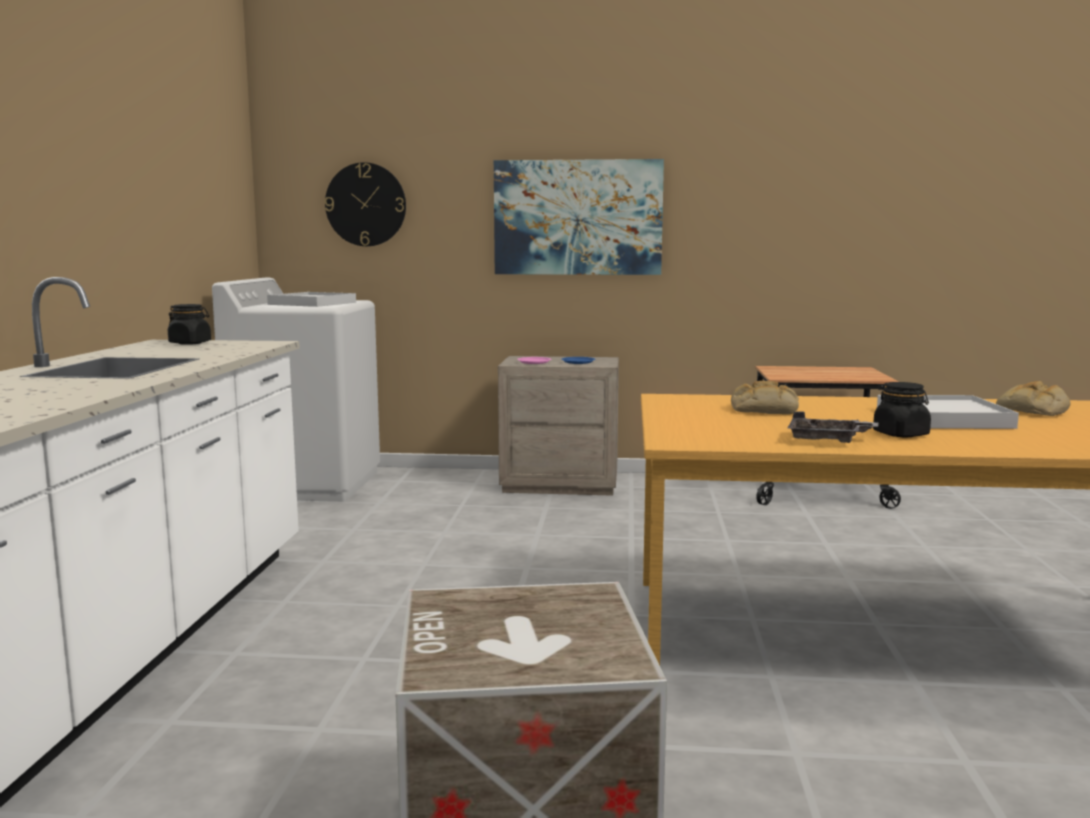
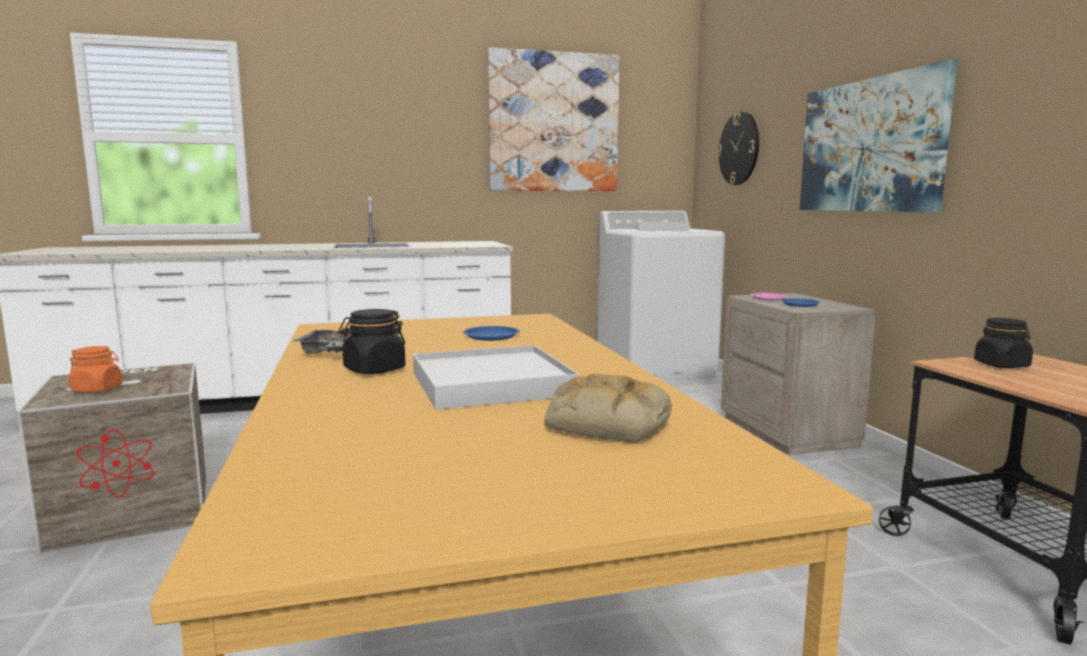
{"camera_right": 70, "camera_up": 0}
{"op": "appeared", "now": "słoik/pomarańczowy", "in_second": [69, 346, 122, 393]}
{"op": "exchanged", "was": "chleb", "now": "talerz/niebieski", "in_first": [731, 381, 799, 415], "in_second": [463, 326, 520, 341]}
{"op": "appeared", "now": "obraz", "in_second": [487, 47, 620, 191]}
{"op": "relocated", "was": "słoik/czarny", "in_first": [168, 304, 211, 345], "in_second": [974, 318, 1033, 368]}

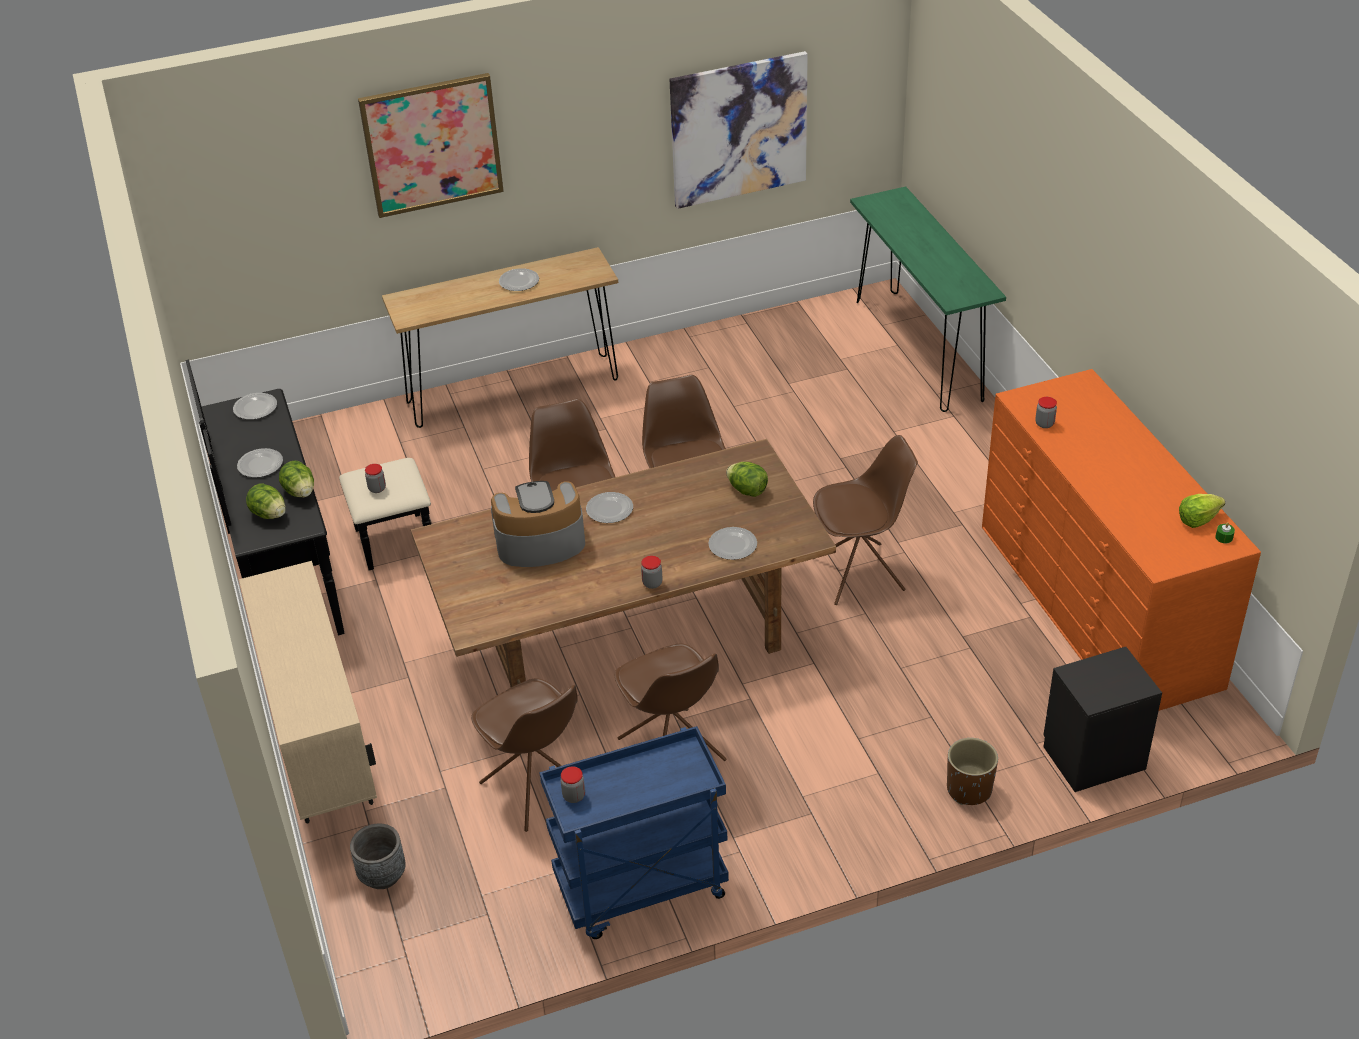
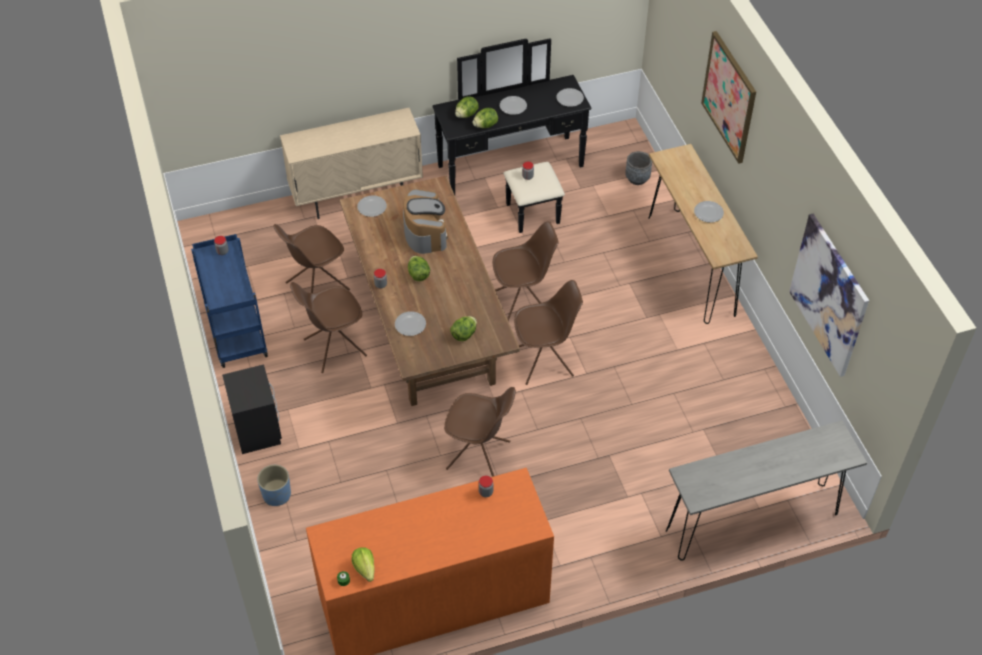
{"camera_right": 90, "camera_up": 10}
{"op": "relocated", "was": "szafka nocna/czarny", "in_first": [1043, 647, 1162, 792], "in_second": [222, 364, 282, 454]}
{"op": "colour", "was": "donica/brązowy", "now": "donica/niebieski", "in_first": [947, 738, 998, 805], "in_second": [257, 465, 291, 506]}
{"op": "relocated", "was": "talerz", "in_first": [586, 492, 633, 523], "in_second": [357, 195, 387, 217]}
{"op": "appeared", "now": "sałata", "in_second": [408, 256, 430, 281]}
{"op": "spun", "was": "krzesło/brązowy", "in_first": [813, 435, 918, 605], "in_second": [444, 387, 516, 477], "clockwise": -60}
{"op": "relocated", "was": "donica/szary", "in_first": [350, 824, 406, 889], "in_second": [625, 151, 652, 185]}
{"op": "colour", "was": "stolik konsolowy/zielony", "now": "stolik konsolowy/szary", "in_first": [850, 186, 1006, 412], "in_second": [666, 420, 867, 561]}

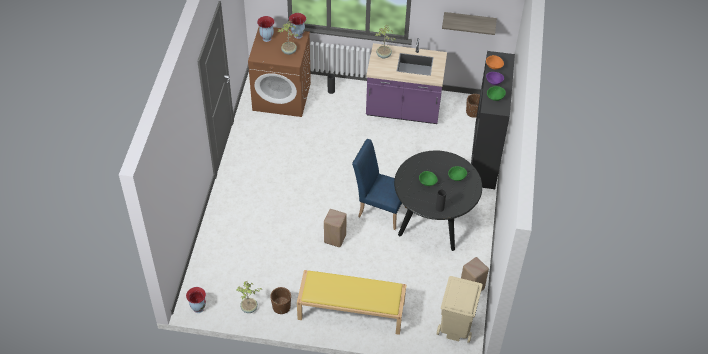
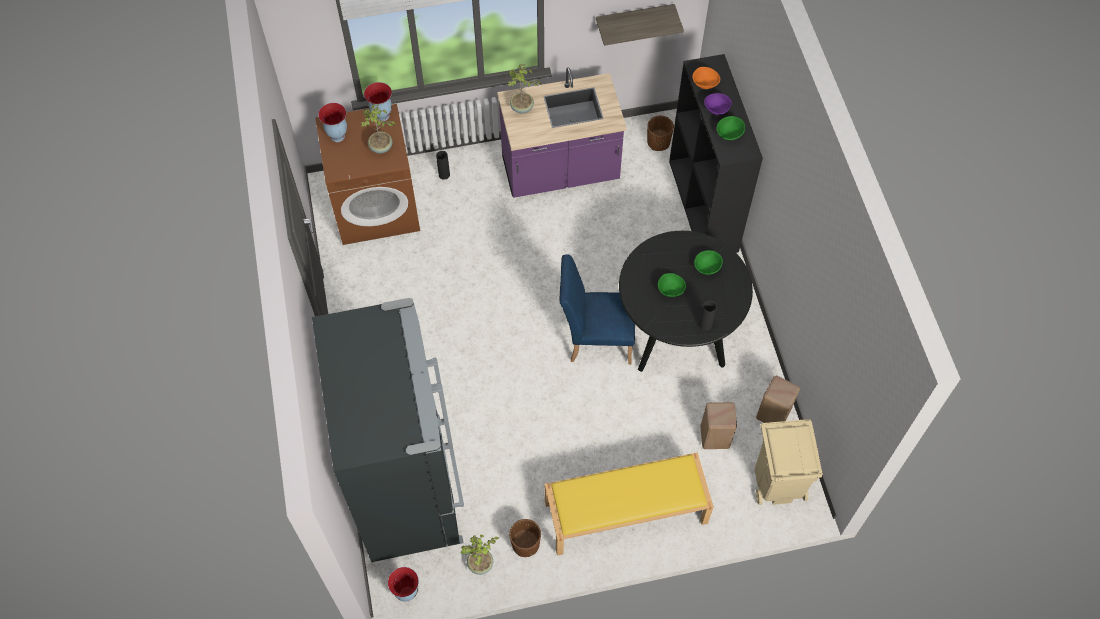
{"camera_right": -20, "camera_up": 10}
{"op": "appeared", "now": "lodówka/czarny", "in_second": [312, 298, 464, 562]}
{"op": "relocated", "was": "stołek/beżowy", "in_first": [324, 209, 347, 247], "in_second": [700, 402, 737, 449]}

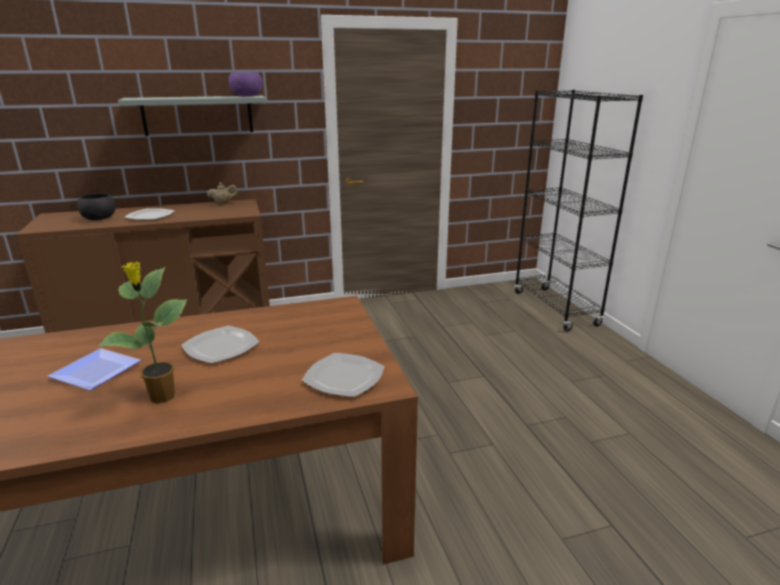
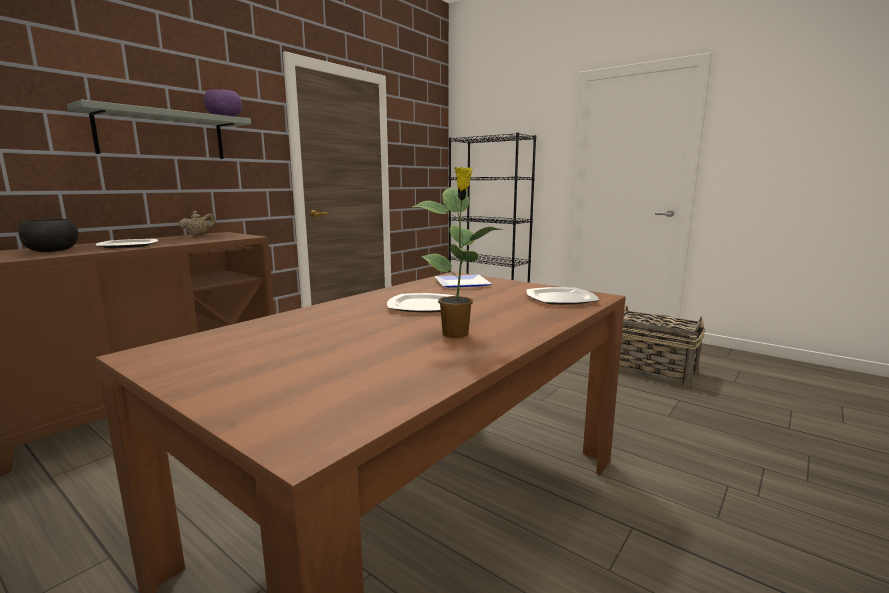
{"camera_right": -35, "camera_up": -10}
{"op": "relocated", "was": "talerz", "in_first": [48, 348, 141, 391], "in_second": [435, 275, 492, 288]}
{"op": "appeared", "now": "koszyk", "in_second": [619, 305, 706, 387]}

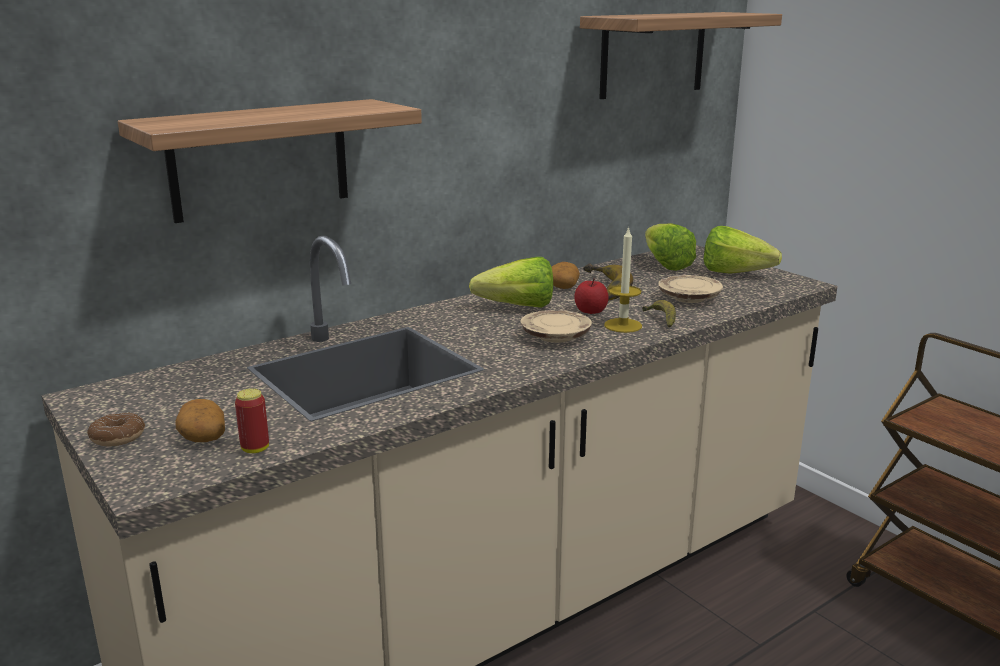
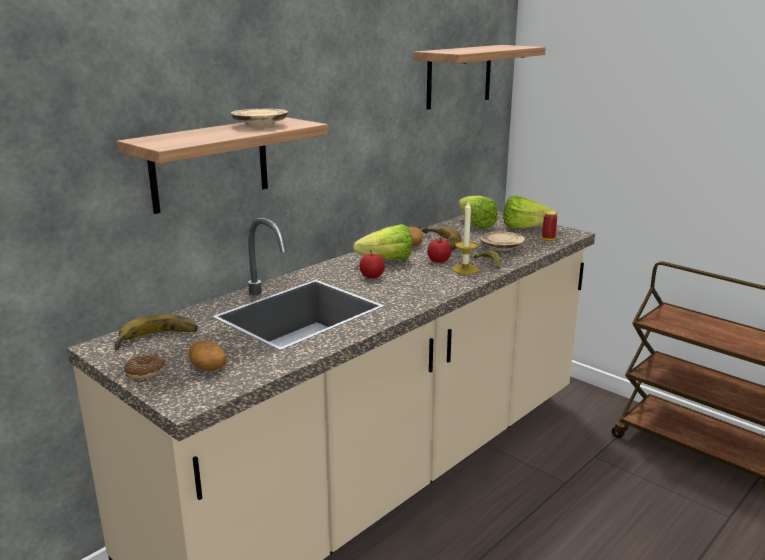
{"camera_right": -10, "camera_up": 0}
{"op": "appeared", "now": "banan", "in_second": [114, 314, 198, 351]}
{"op": "relocated", "was": "talerz/beżowy", "in_first": [520, 310, 592, 343], "in_second": [231, 108, 288, 127]}
{"op": "appeared", "now": "jabłko", "in_second": [360, 250, 385, 278]}
{"op": "relocated", "was": "puszka", "in_first": [235, 388, 269, 453], "in_second": [542, 211, 557, 241]}

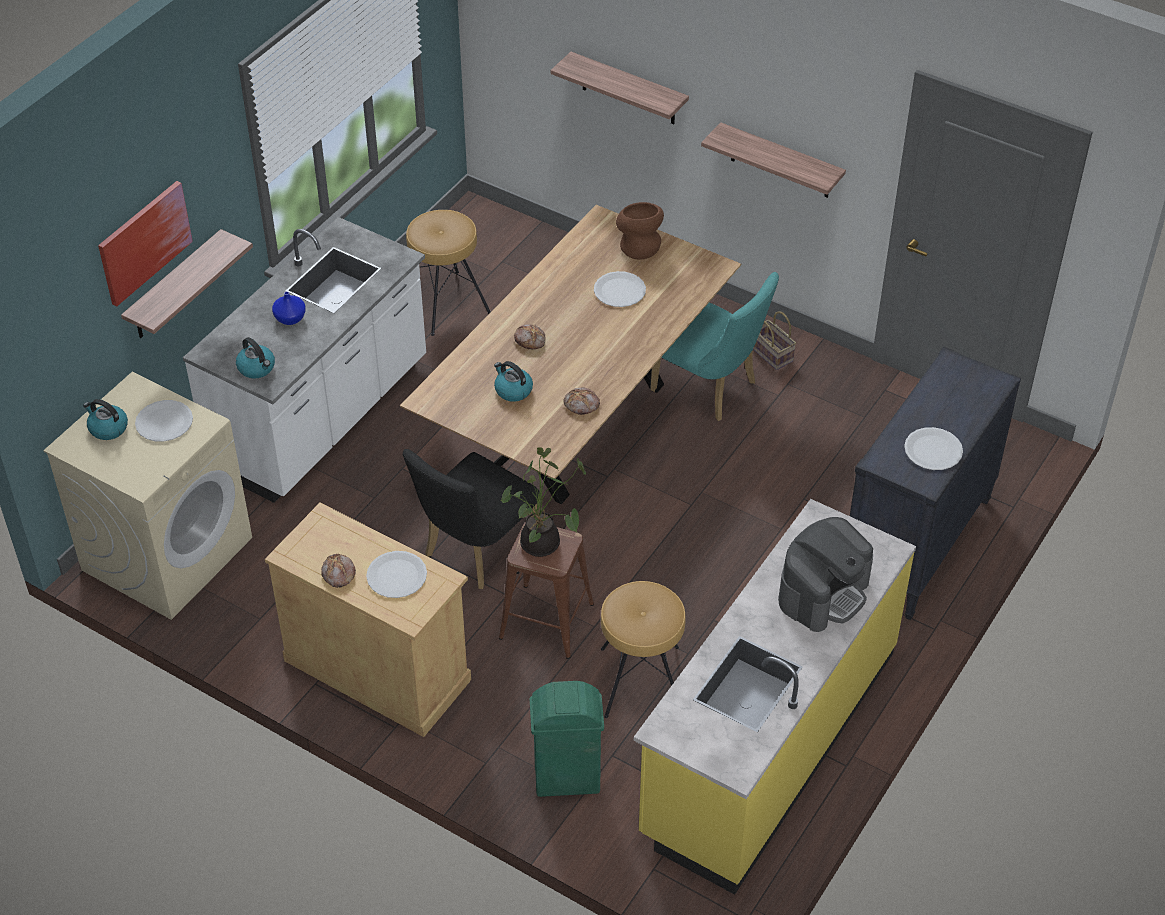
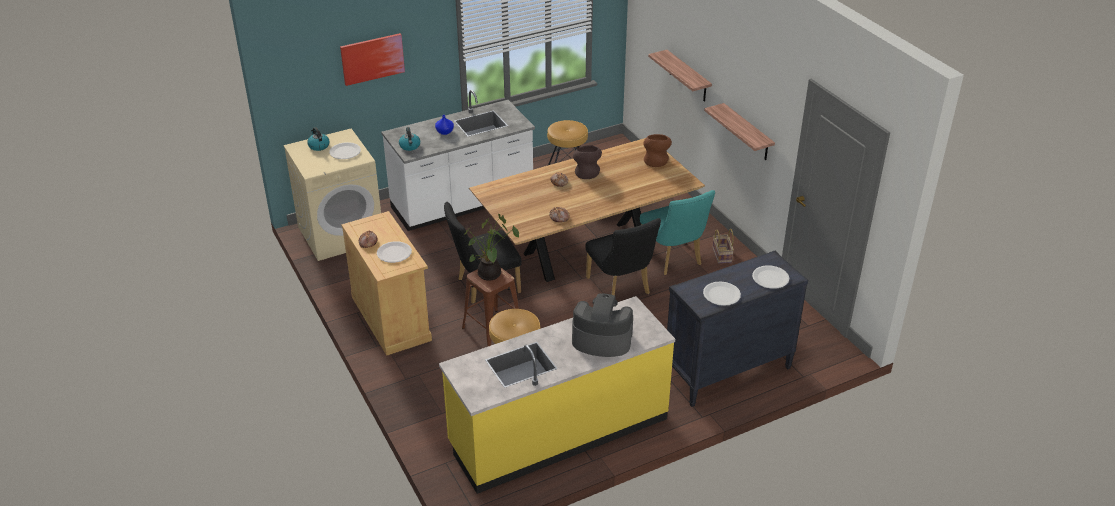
{"camera_right": 30, "camera_up": -10}
{"op": "spun", "was": "ekspres do kawy", "in_first": [778, 517, 873, 632], "in_second": [572, 293, 633, 357], "clockwise": -150}
{"op": "appeared", "now": "wazon/brązowy", "in_second": [573, 145, 602, 179]}
{"op": "appeared", "now": "krzesło/czarny", "in_second": [585, 218, 661, 296]}
{"op": "relocated", "was": "talerz/biały", "in_first": [594, 271, 646, 307], "in_second": [752, 265, 789, 289]}
{"op": "missing", "was": "półka", "in_first": [121, 229, 253, 338]}
{"op": "missing", "was": "czajnik", "in_first": [494, 361, 533, 402]}
{"op": "missing", "was": "kosz na śmieci/zielony", "in_first": [530, 681, 604, 797]}

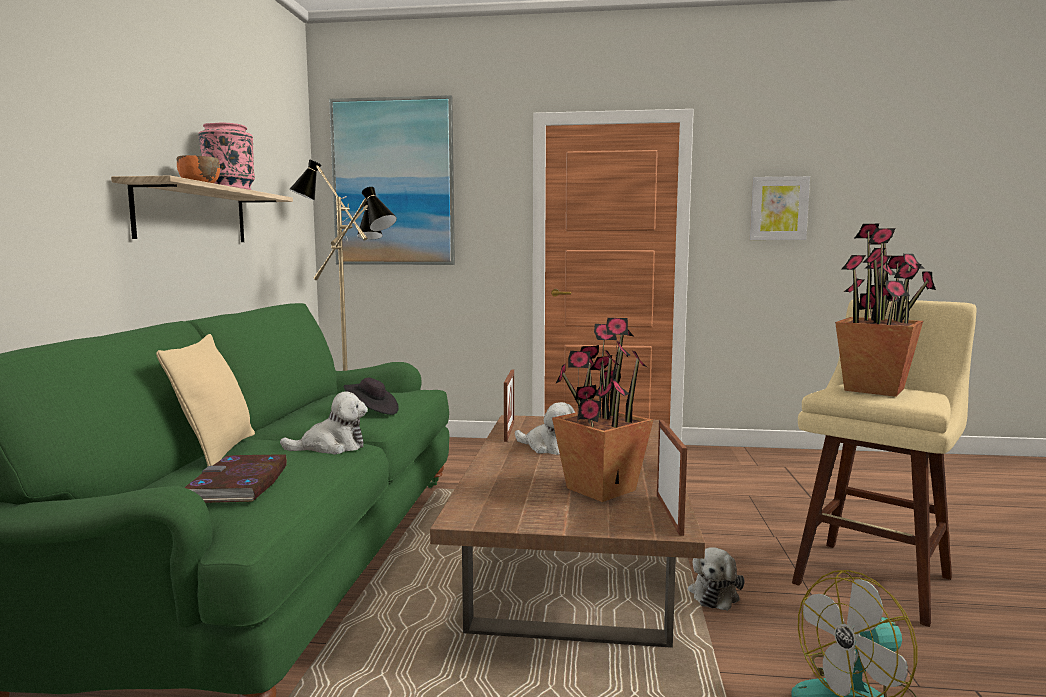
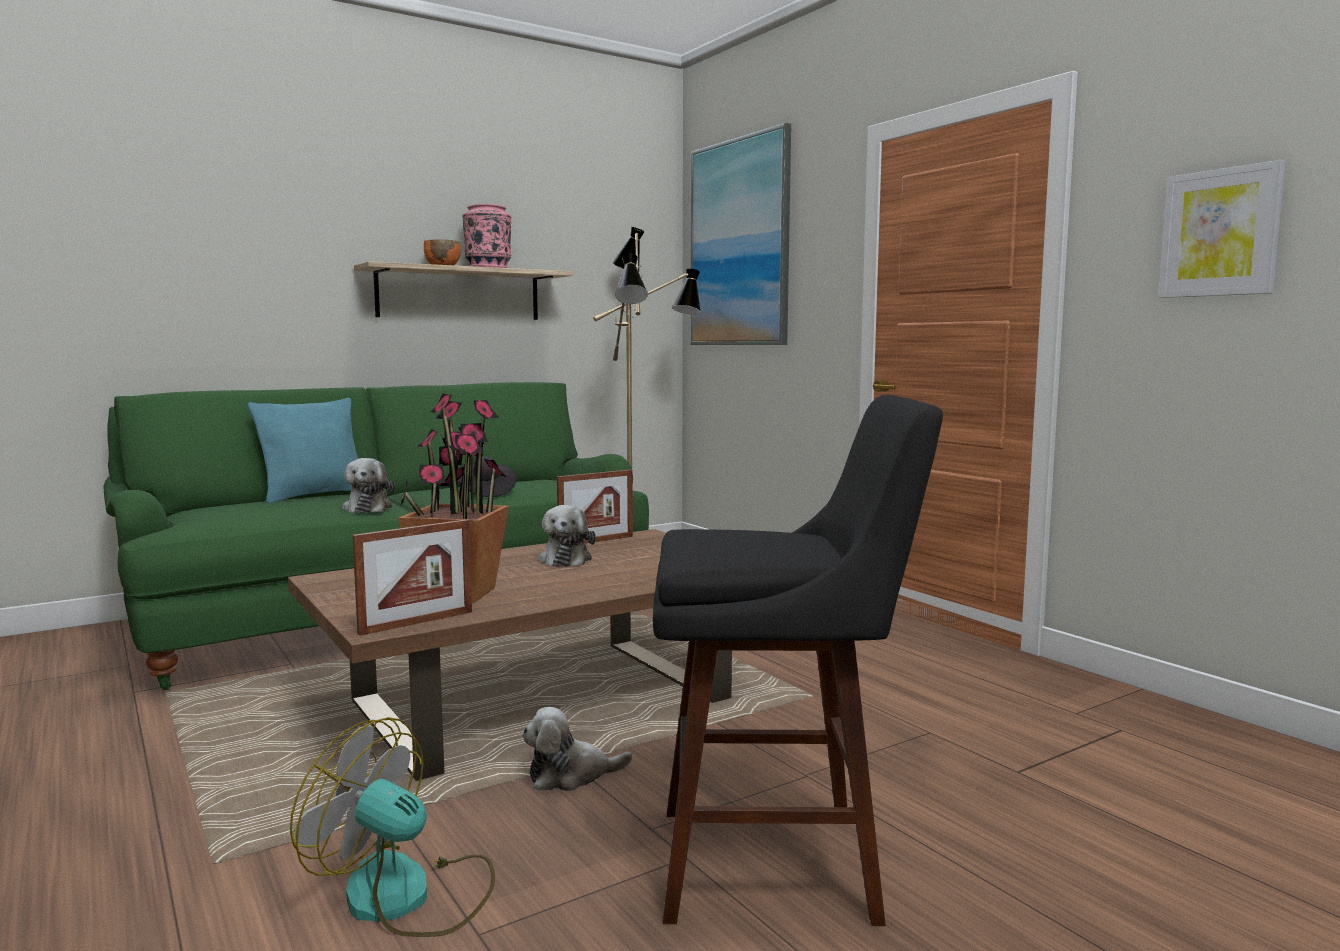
{"camera_right": 50, "camera_up": 0}
{"op": "colour", "was": "poduszka/beżowy", "now": "poduszka/turkusowy", "in_first": [156, 334, 255, 466], "in_second": [248, 398, 358, 503]}
{"op": "spun", "was": "pluszak", "in_first": [280, 392, 368, 455], "in_second": [342, 458, 395, 513], "clockwise": 45}
{"op": "colour", "was": "stołek/beżowy", "now": "stołek/czarny", "in_first": [792, 298, 976, 627], "in_second": [653, 395, 943, 926]}
{"op": "missing", "was": "książka", "in_first": [184, 454, 287, 503]}
{"op": "missing", "was": "roślina doniczkowa", "in_first": [835, 224, 936, 397]}

